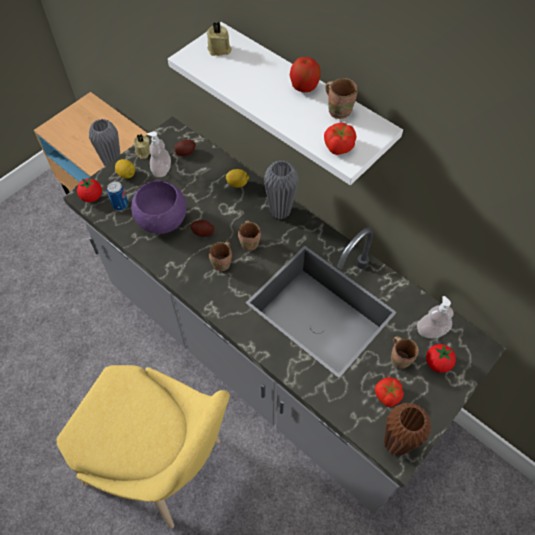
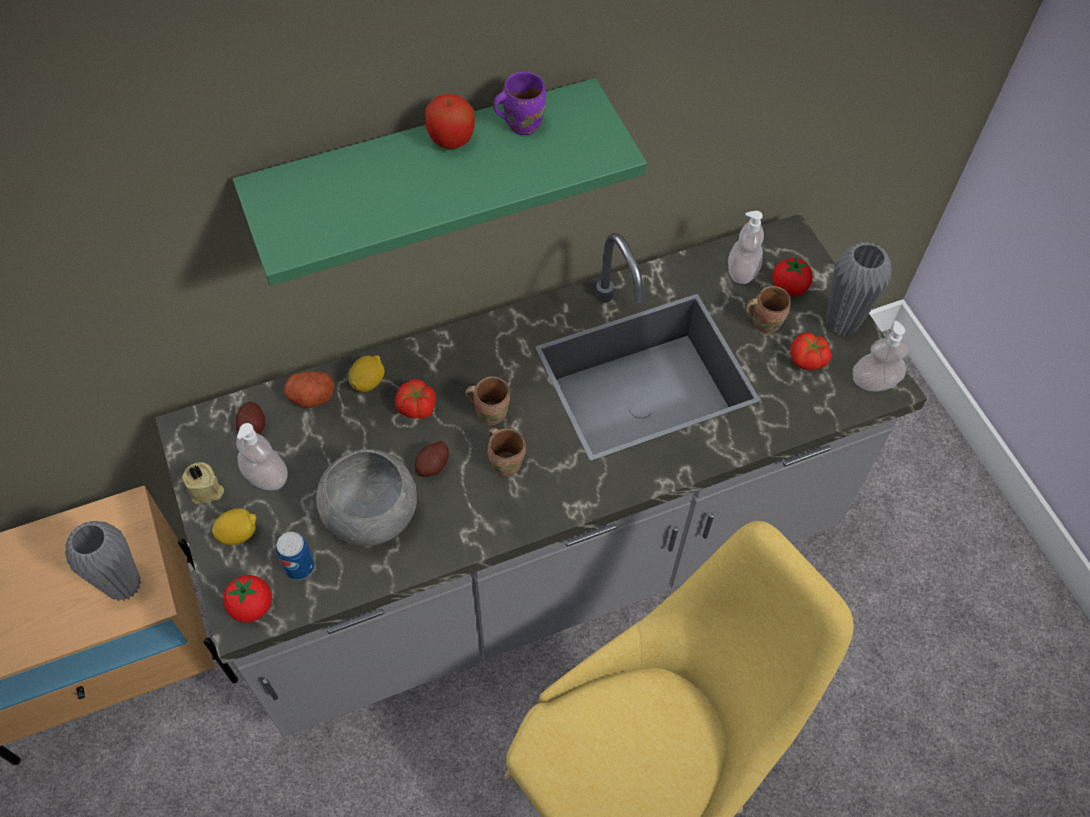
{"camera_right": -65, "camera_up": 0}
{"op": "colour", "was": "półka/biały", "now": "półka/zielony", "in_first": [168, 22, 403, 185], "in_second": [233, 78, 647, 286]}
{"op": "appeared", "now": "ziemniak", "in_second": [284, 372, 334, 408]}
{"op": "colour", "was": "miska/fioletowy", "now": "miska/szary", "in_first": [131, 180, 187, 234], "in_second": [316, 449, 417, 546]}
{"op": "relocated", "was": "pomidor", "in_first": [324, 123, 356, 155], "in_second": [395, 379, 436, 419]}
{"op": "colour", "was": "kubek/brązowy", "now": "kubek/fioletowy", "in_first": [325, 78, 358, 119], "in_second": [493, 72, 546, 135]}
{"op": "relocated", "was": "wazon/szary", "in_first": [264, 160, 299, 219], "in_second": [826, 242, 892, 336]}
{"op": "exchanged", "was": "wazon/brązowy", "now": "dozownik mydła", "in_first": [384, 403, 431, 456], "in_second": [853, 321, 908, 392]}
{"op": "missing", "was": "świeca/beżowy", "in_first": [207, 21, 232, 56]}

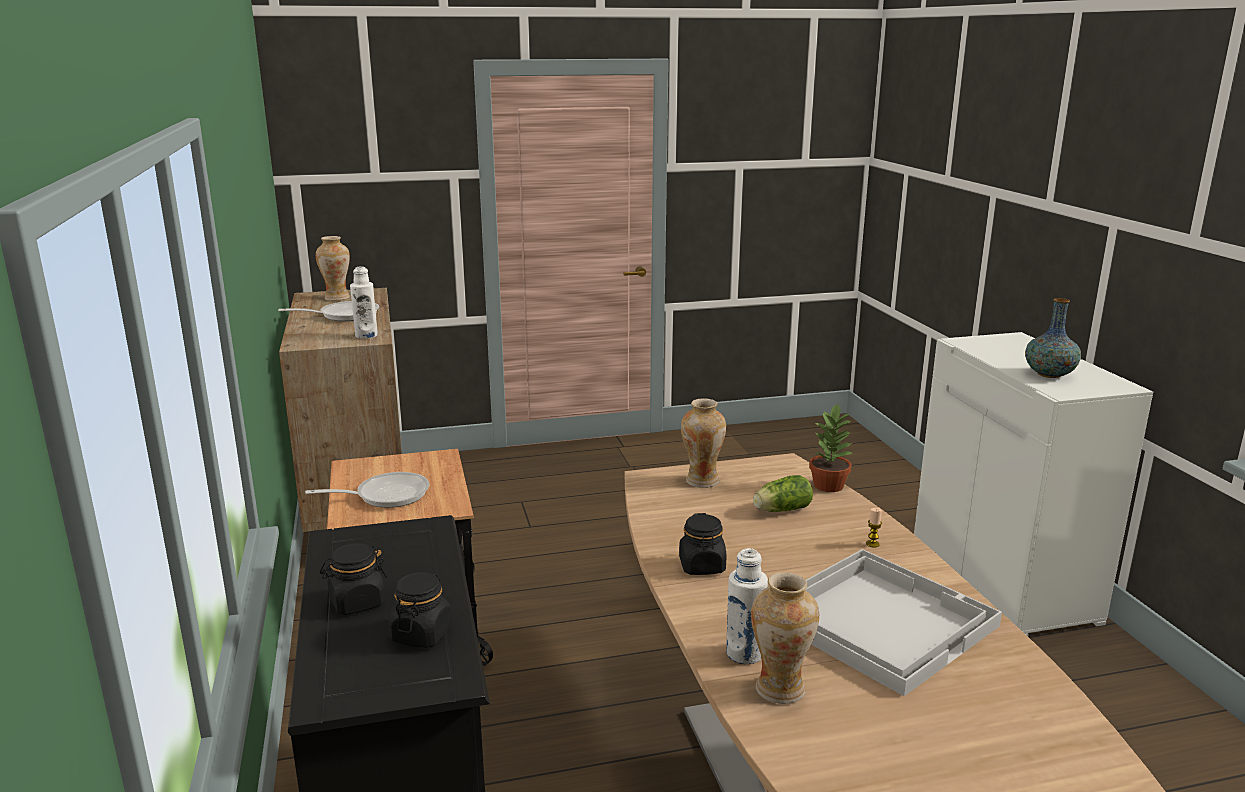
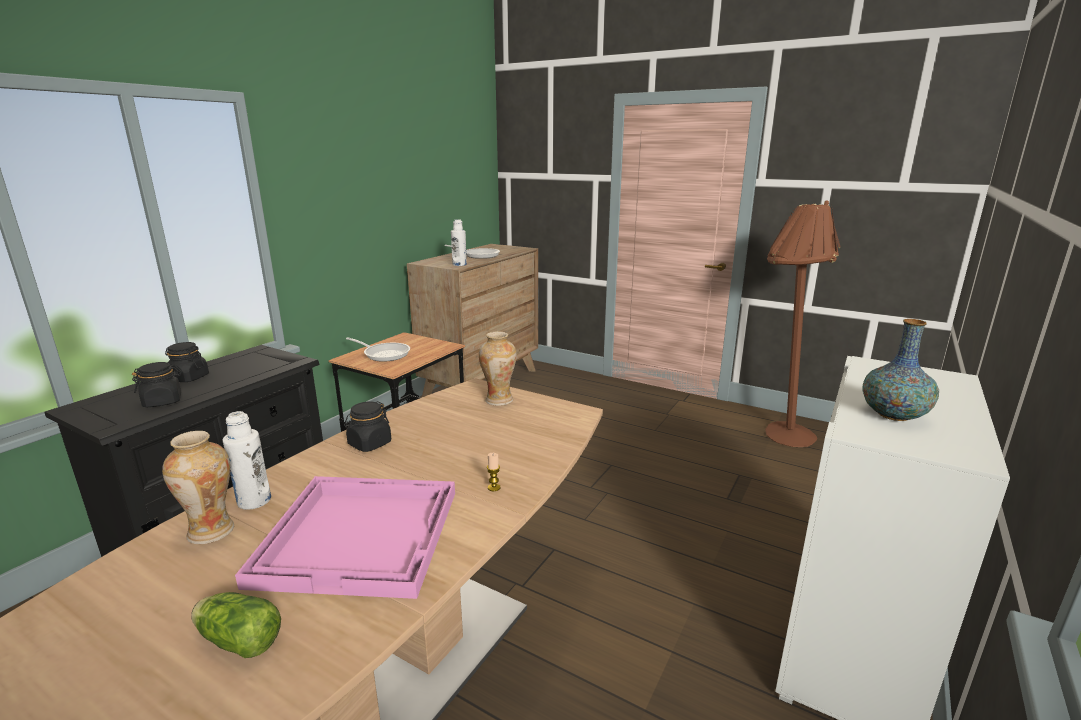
{"camera_right": 45, "camera_up": 0}
{"op": "relocated", "was": "sałata", "in_first": [753, 475, 813, 512], "in_second": [191, 592, 281, 658]}
{"op": "colour", "was": "taca/biały", "now": "taca/różowy", "in_first": [805, 549, 1002, 696], "in_second": [235, 476, 455, 599]}
{"op": "appeared", "now": "lampa stojąca/brązowy", "in_second": [765, 200, 841, 447]}
{"op": "missing", "was": "wazon", "in_first": [316, 236, 350, 301]}
{"op": "missing", "was": "roślina doniczkowa", "in_first": [809, 404, 852, 492]}

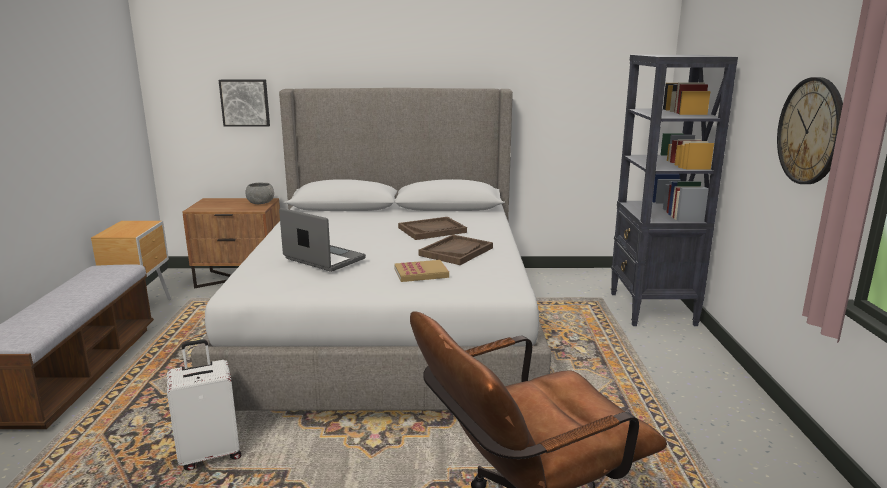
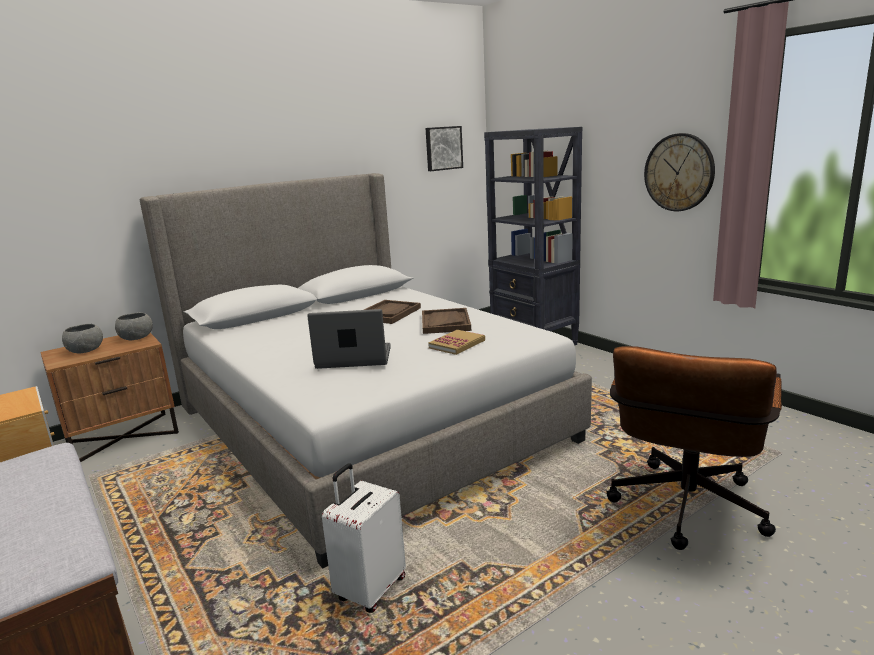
{"camera_right": -35, "camera_up": 0}
{"op": "appeared", "now": "miska/szary", "in_second": [62, 324, 103, 353]}
{"op": "relocated", "was": "obraz", "in_first": [219, 80, 270, 127], "in_second": [426, 126, 463, 171]}

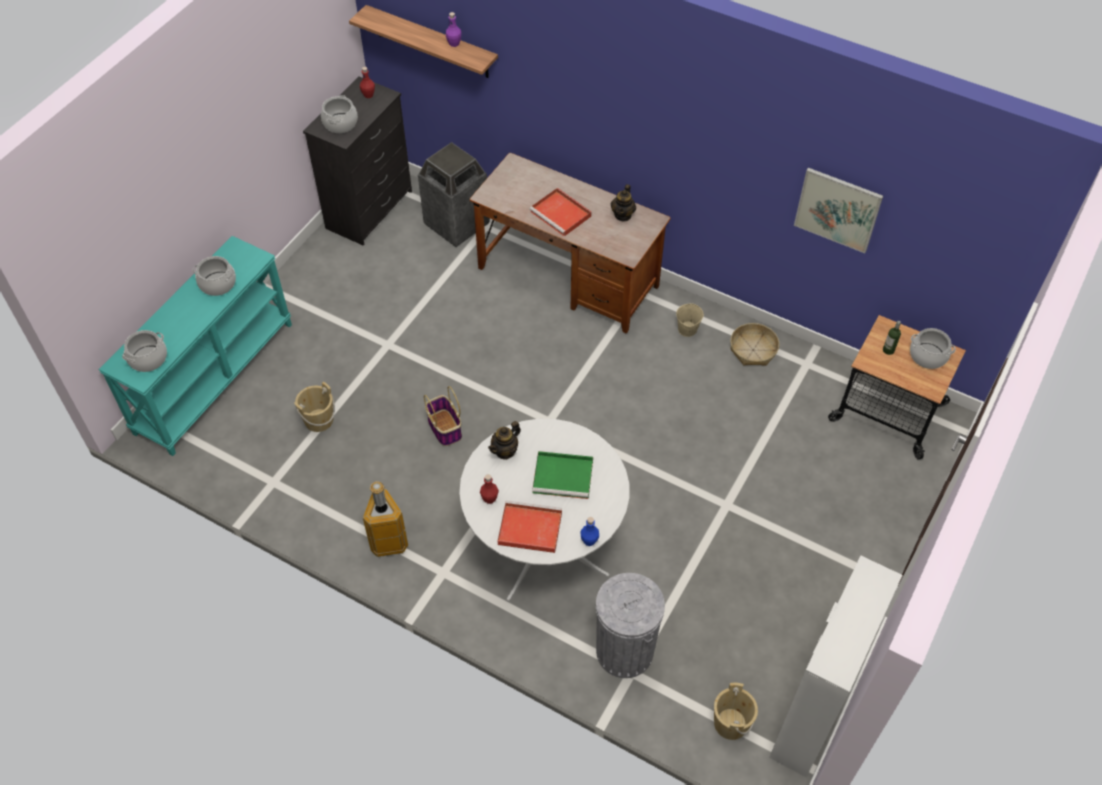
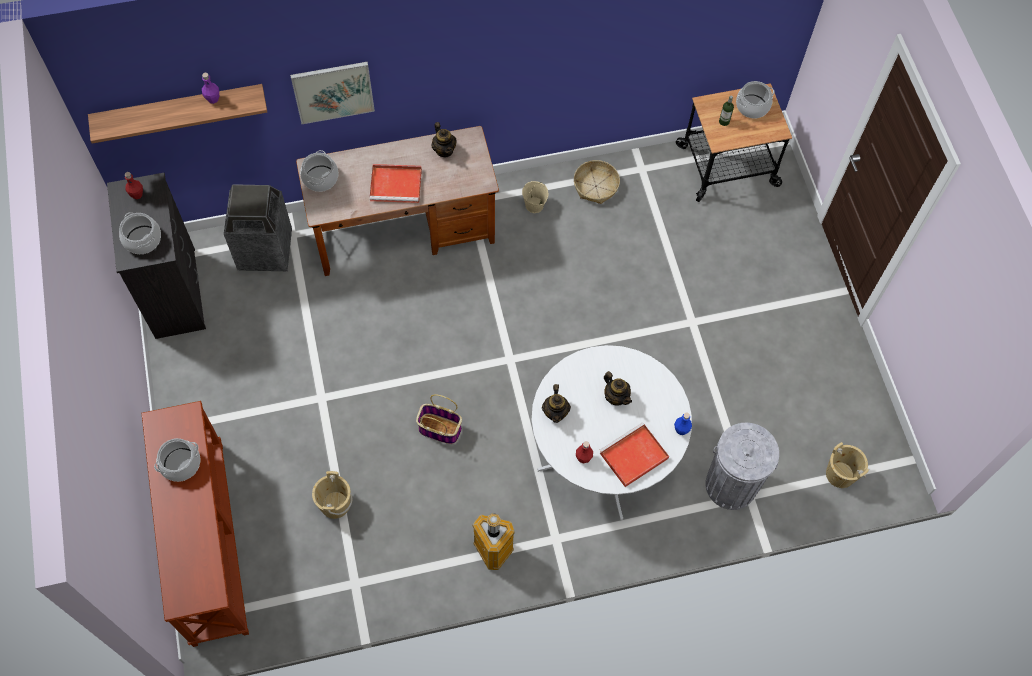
{"camera_right": -45, "camera_up": 10}
{"op": "colour", "was": "stolik konsolowy/turkusowy", "now": "stolik konsolowy/brązowy", "in_first": [99, 236, 292, 456], "in_second": [142, 401, 249, 647]}
{"op": "relocated", "was": "obraz", "in_first": [794, 168, 883, 253], "in_second": [290, 62, 375, 124]}
{"op": "relocated", "was": "garnek", "in_first": [122, 330, 167, 372], "in_second": [300, 150, 339, 192]}
{"op": "exchanged", "was": "taca/zielony", "now": "imbryk", "in_first": [532, 451, 593, 499], "in_second": [604, 371, 632, 406]}
{"op": "missing", "was": "szafka/biały", "in_first": [769, 556, 902, 777]}

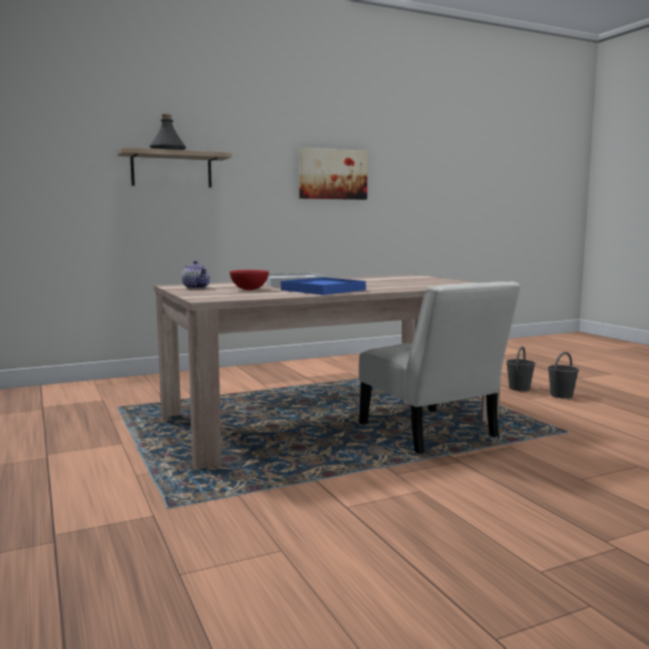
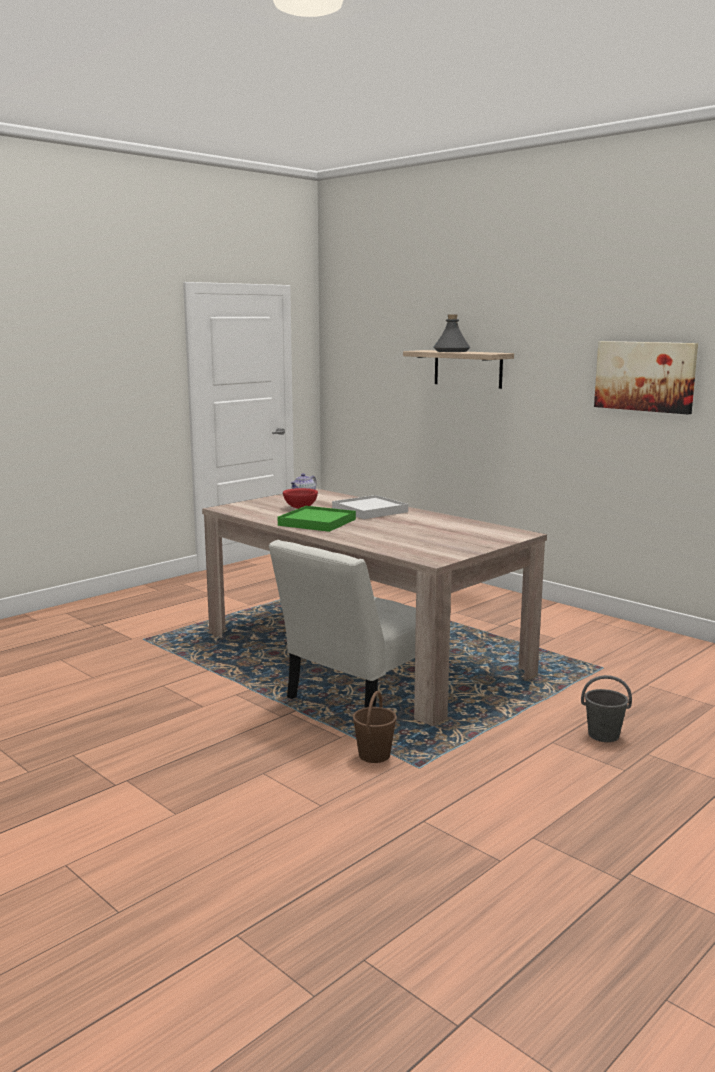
{"camera_right": 70, "camera_up": 5}
{"op": "colour", "was": "taca/niebieski", "now": "taca/zielony", "in_first": [281, 277, 366, 295], "in_second": [278, 506, 356, 532]}
{"op": "appeared", "now": "wiadro/brązowy", "in_second": [353, 691, 397, 763]}
{"op": "missing", "was": "wiadro/szary", "in_first": [548, 352, 579, 399]}

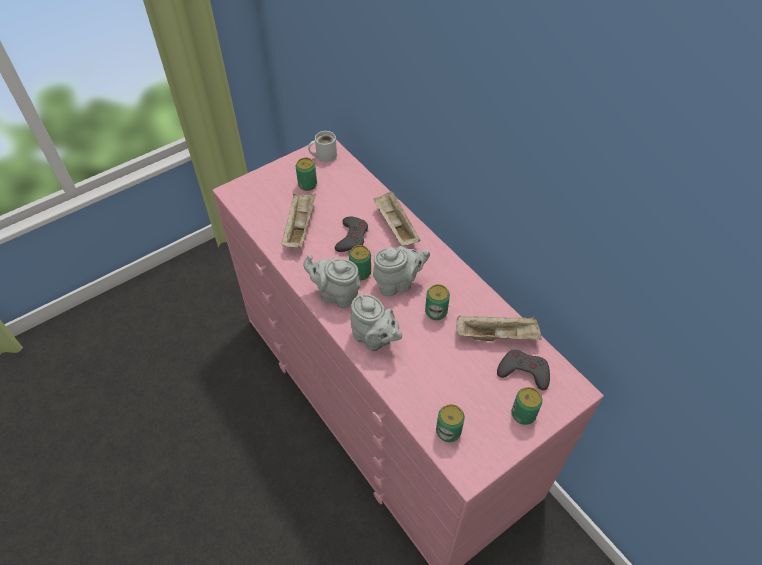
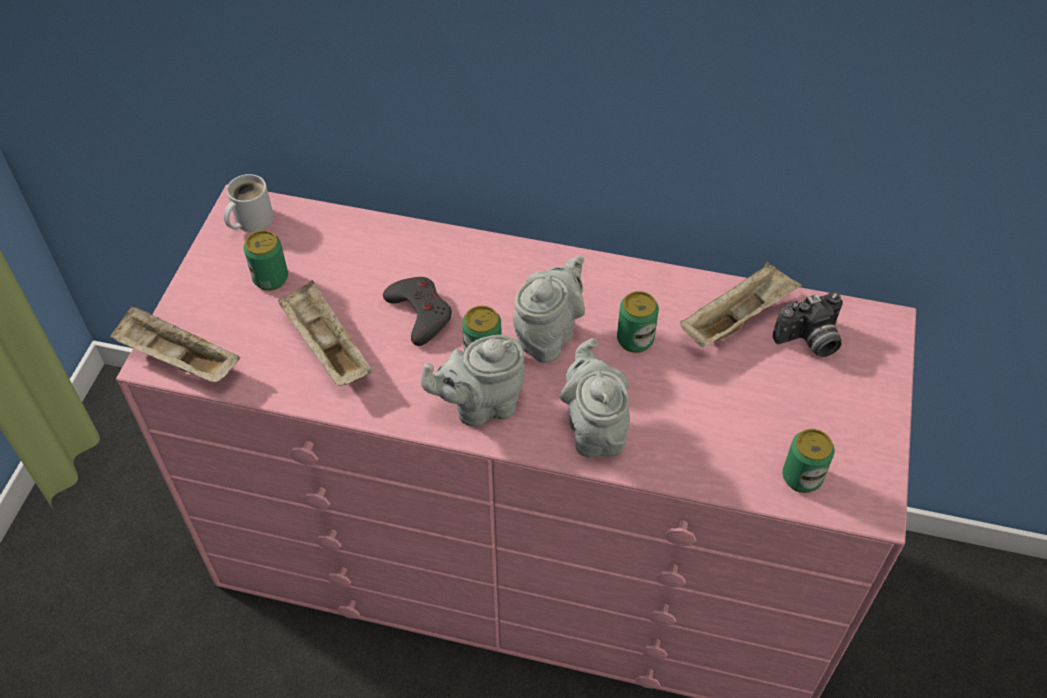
{"camera_right": -40, "camera_up": 0}
{"op": "relocated", "was": "taca/beżowy", "in_first": [373, 190, 421, 246], "in_second": [110, 305, 240, 382]}
{"op": "spun", "was": "imbryk/szary", "in_first": [350, 294, 402, 351], "in_second": [559, 338, 630, 457], "clockwise": -105}
{"op": "exchanged", "was": "pad do gier/szary", "now": "aparat fotograficzny", "in_first": [497, 350, 550, 391], "in_second": [773, 292, 843, 357]}
{"op": "missing", "was": "puszka", "in_first": [511, 387, 543, 425]}

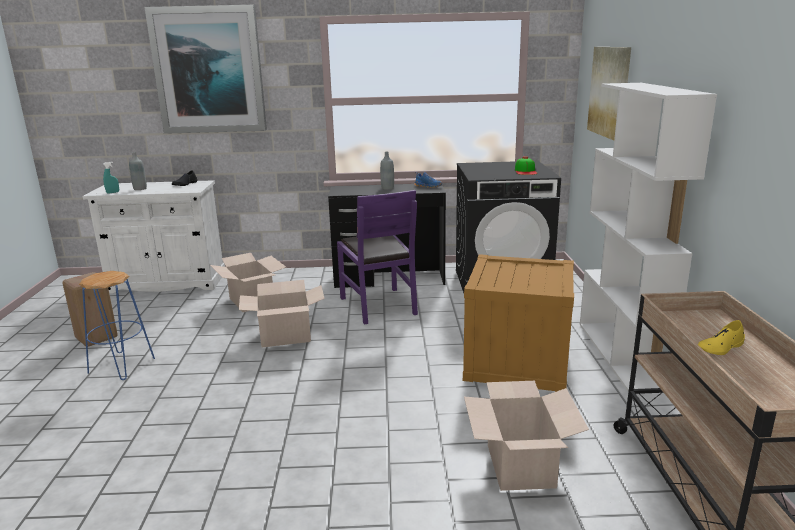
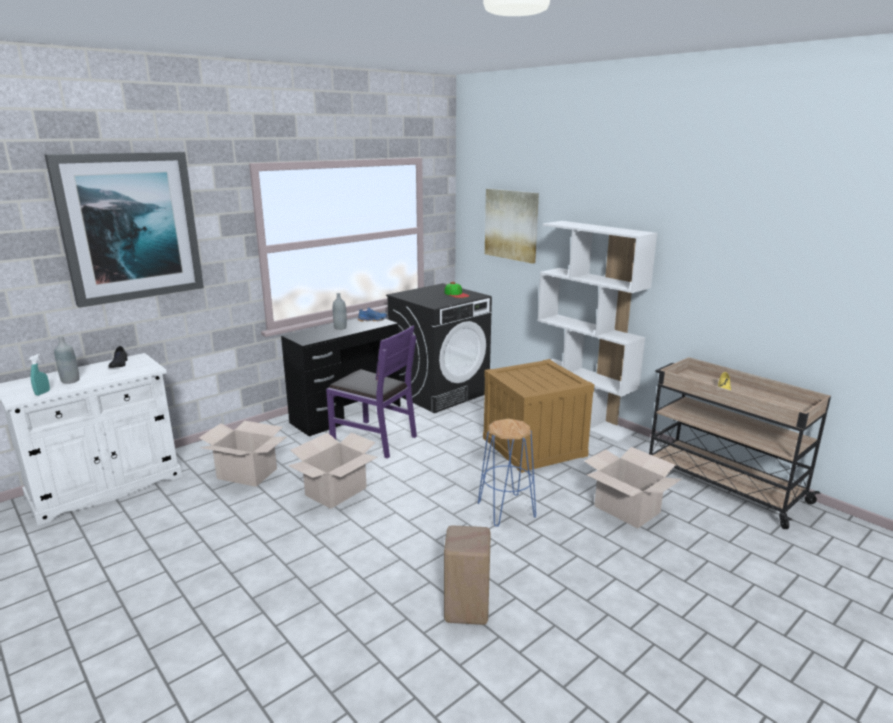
{"camera_right": -40, "camera_up": 0}
{"op": "relocated", "was": "stołek/beżowy", "in_first": [63, 272, 117, 347], "in_second": [444, 525, 491, 625]}
{"op": "relocated", "was": "stołek/niebieski", "in_first": [79, 271, 155, 380], "in_second": [478, 419, 536, 527]}

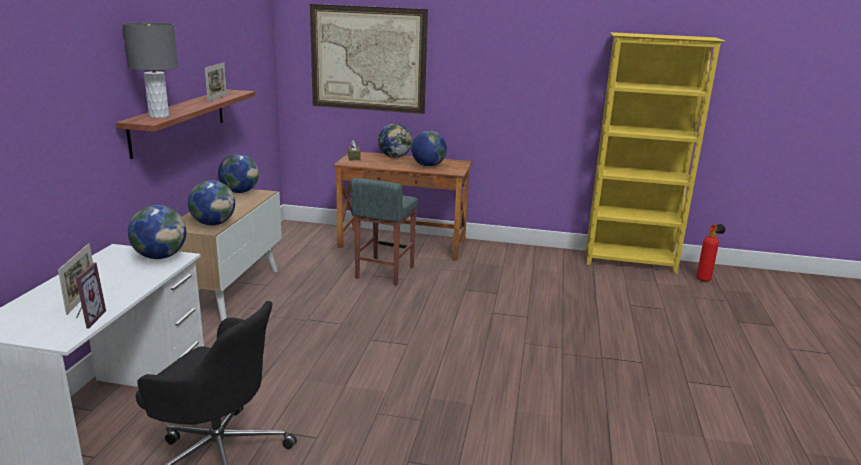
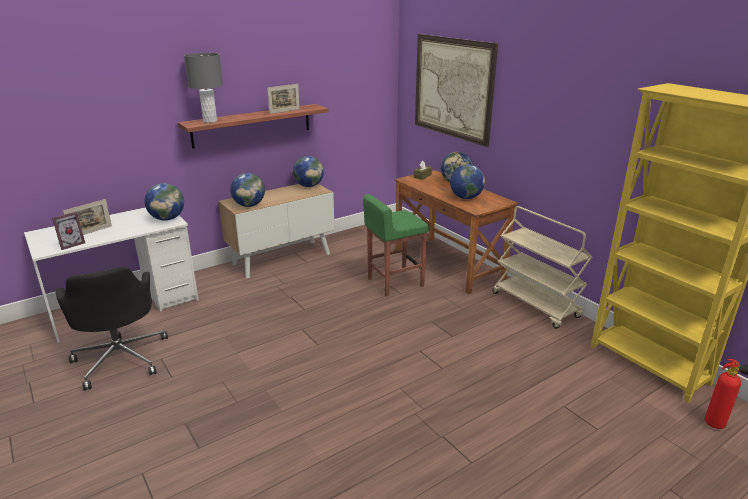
{"camera_right": 45, "camera_up": 5}
{"op": "colour", "was": "stołek/szary", "now": "stołek/zielony", "in_first": [351, 178, 418, 286], "in_second": [363, 194, 429, 296]}
{"op": "appeared", "now": "wózek/beżowy", "in_second": [492, 206, 592, 329]}

